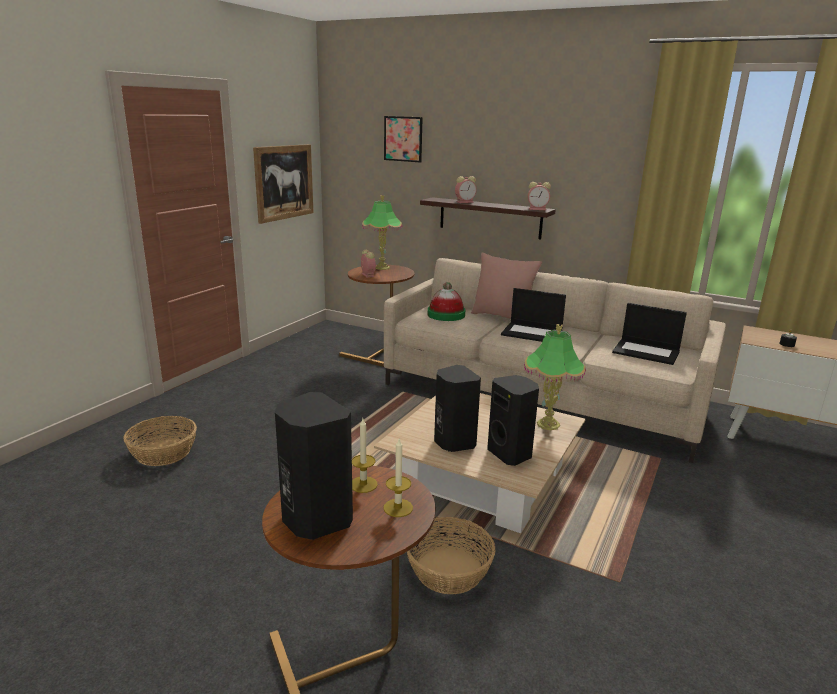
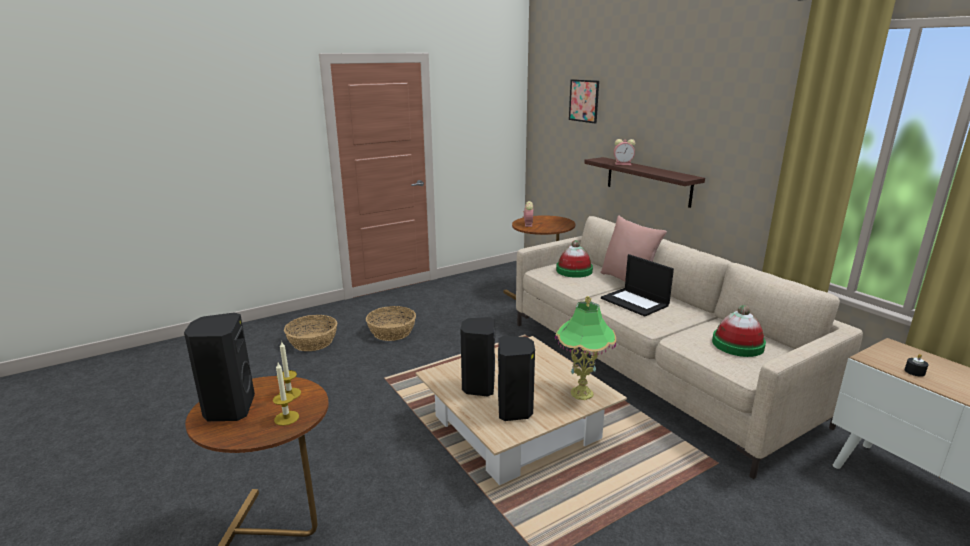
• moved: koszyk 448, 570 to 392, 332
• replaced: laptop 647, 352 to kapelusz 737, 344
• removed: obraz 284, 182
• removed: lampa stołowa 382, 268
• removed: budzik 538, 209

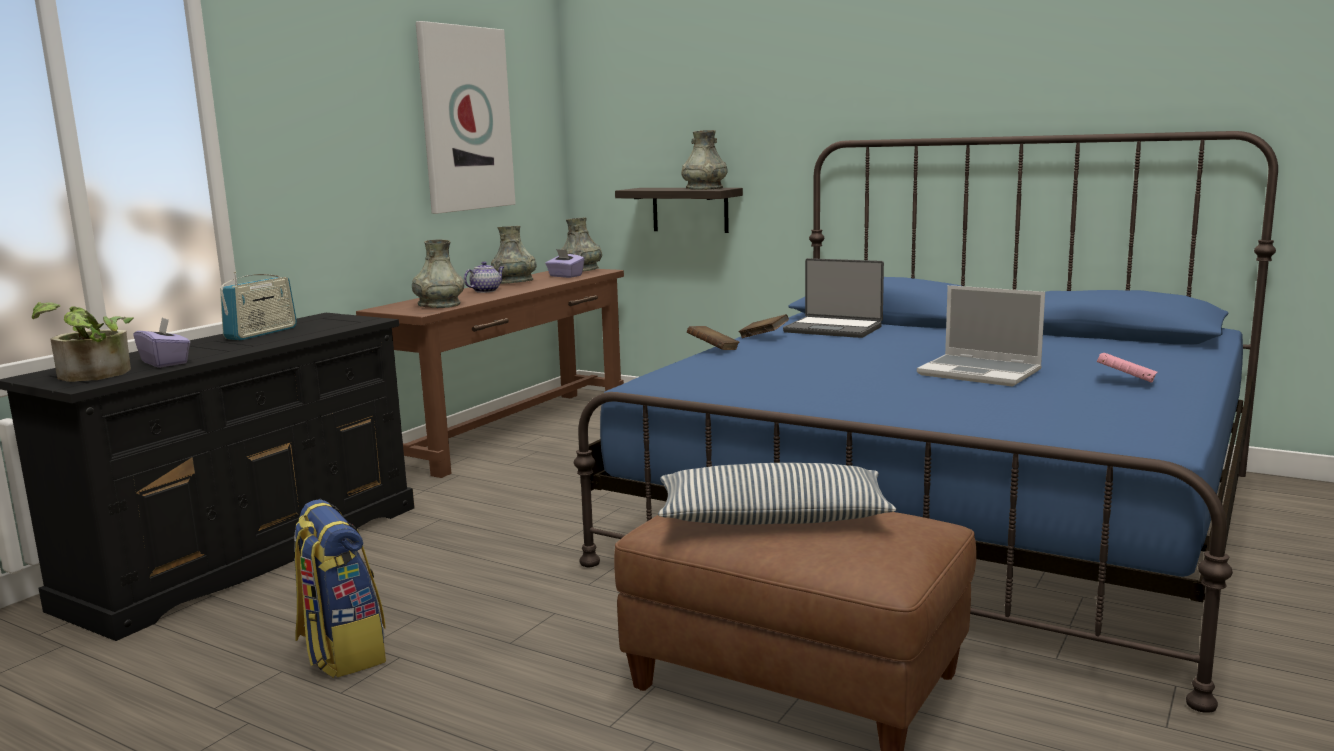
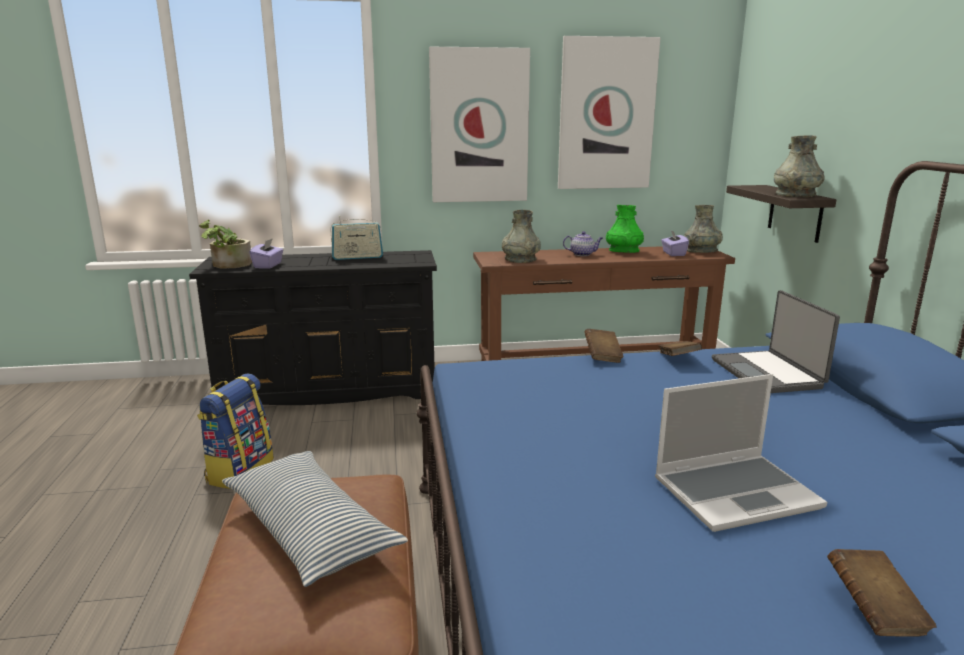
• added: obraz 479, 126
• recoloured: wazon [szary] 515, 282 to wazon [zielony] 624, 251
• turned: laptop 981, 373 = 736, 492 105 degrees counterclockwise
• recoloured: książka [różowy] 1125, 382 to książka [brązowy] 874, 610

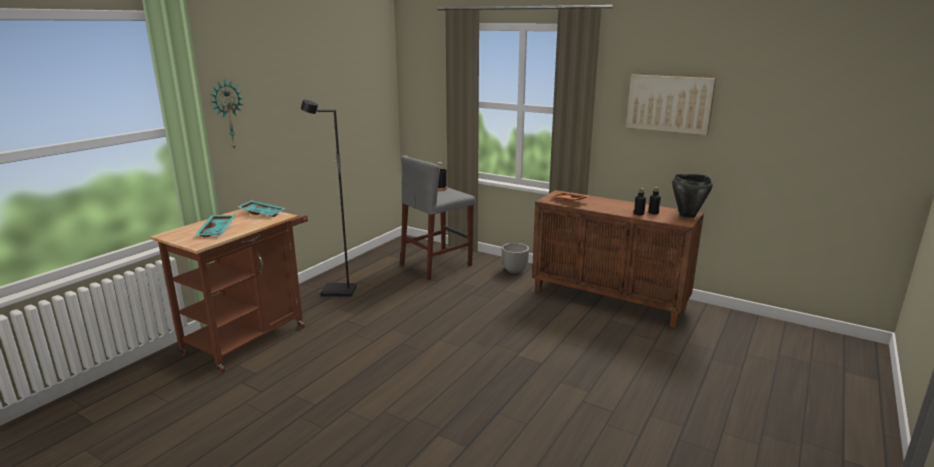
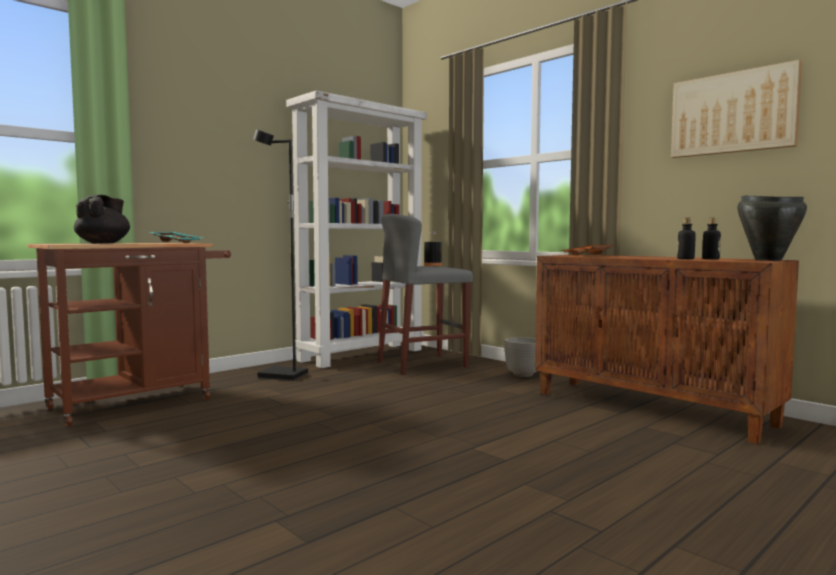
• replaced: taca [turkusowy] 218, 230 to imbryk [czarny] 103, 243
• added: regał [biały] 362, 355
• removed: zegar ścienny 227, 115

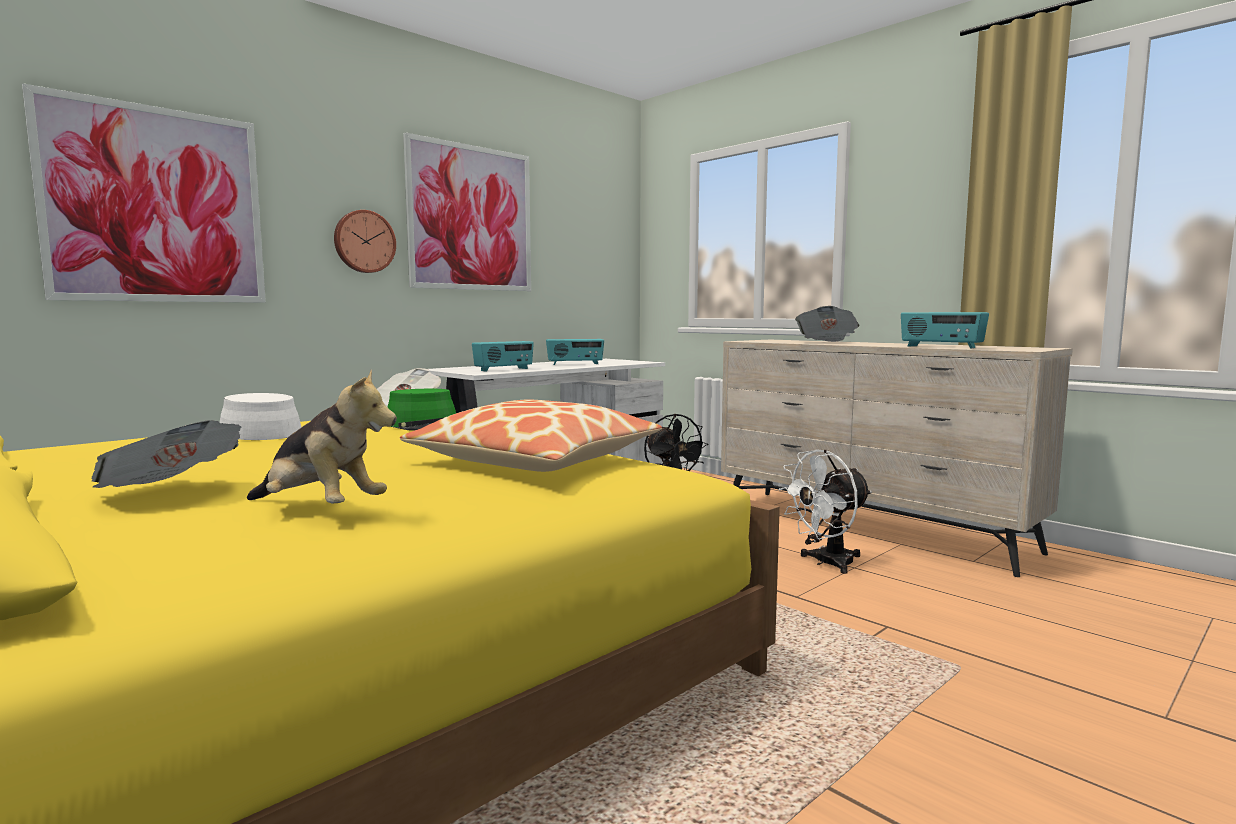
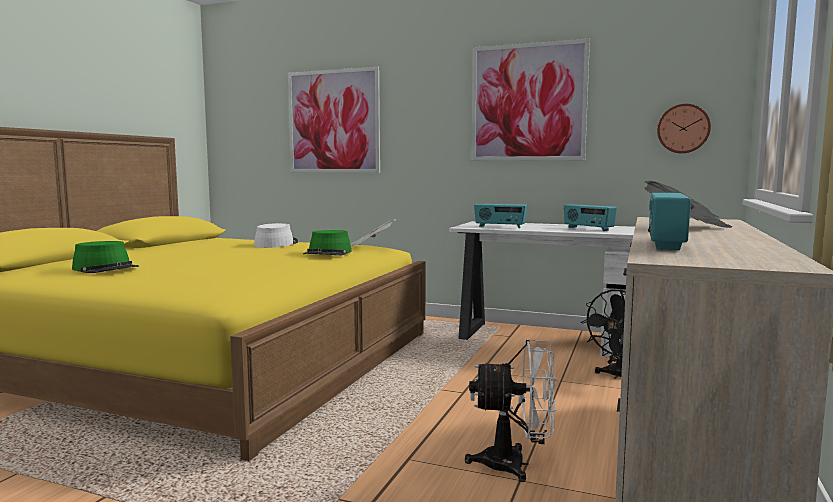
• replaced: pluszak 320, 509 to kapelusz [zielony] 106, 268
• turned: wentylator [biały] 826, 563 = 515, 464 150 degrees clockwise
• moved: zegar ścienny 364, 241 to 683, 128
• removed: gazeta 171, 492
• removed: poduszka 535, 461

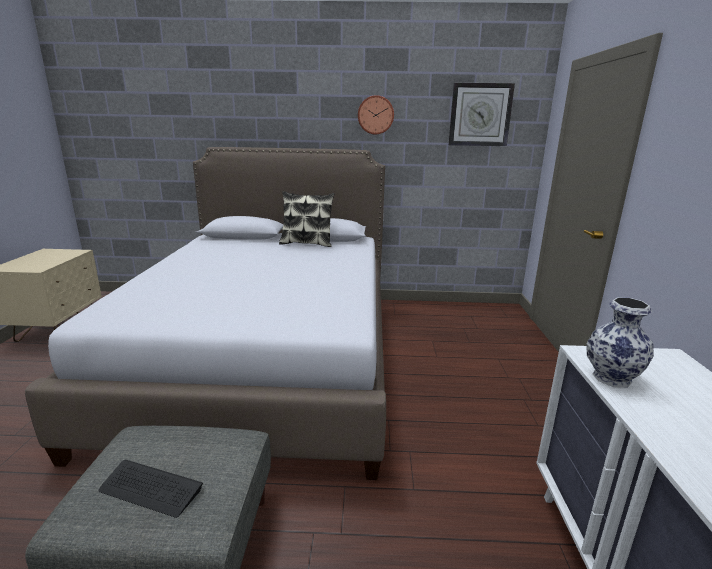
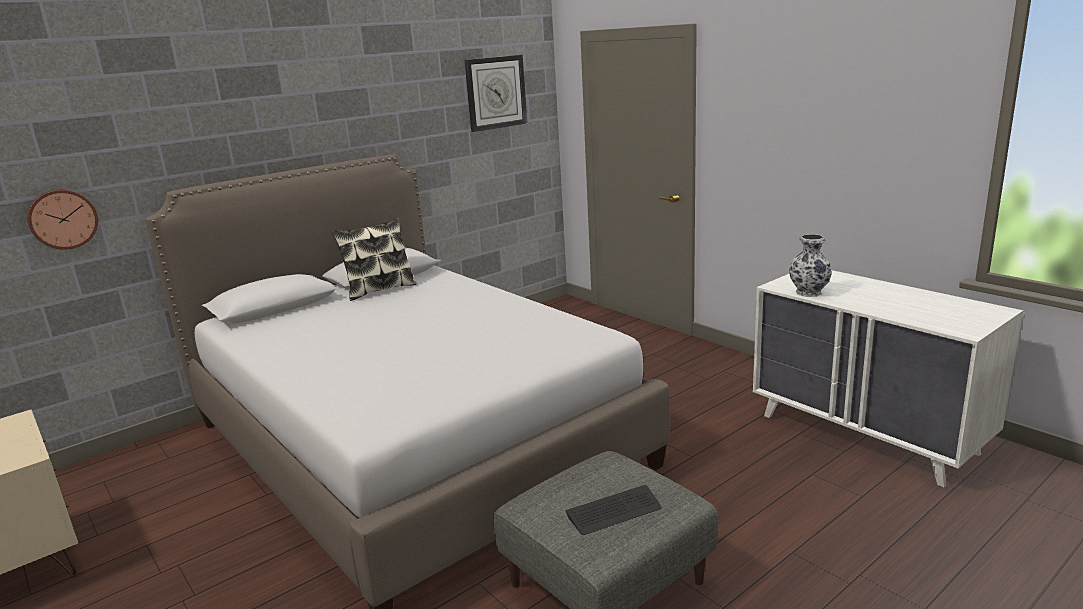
• moved: zegar ścienny 375, 115 to 62, 219

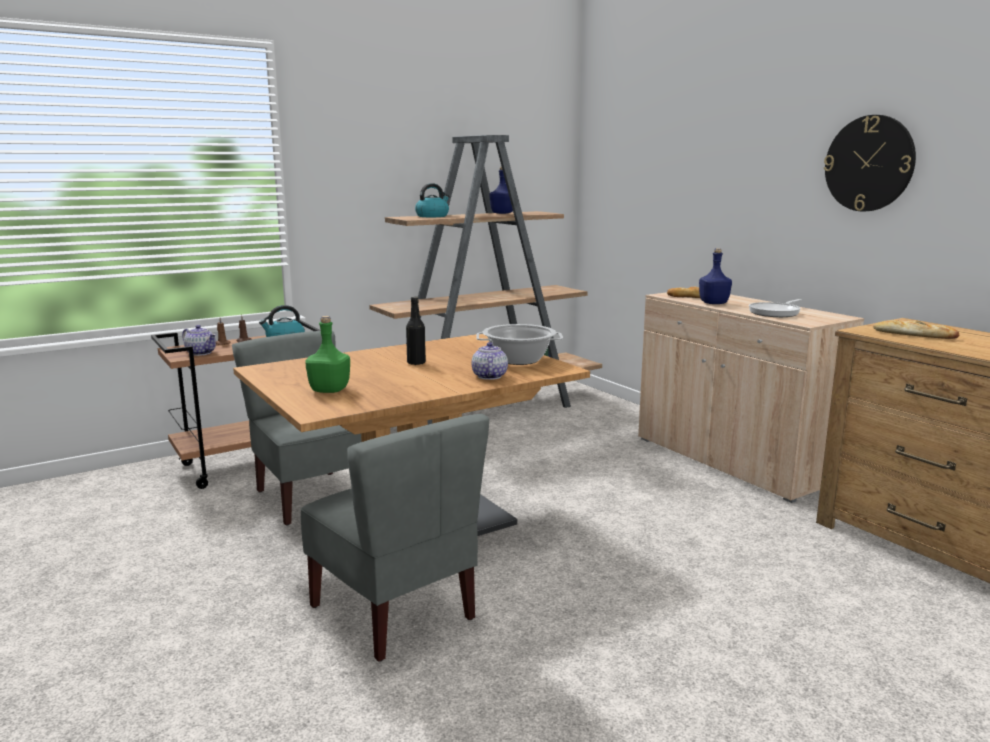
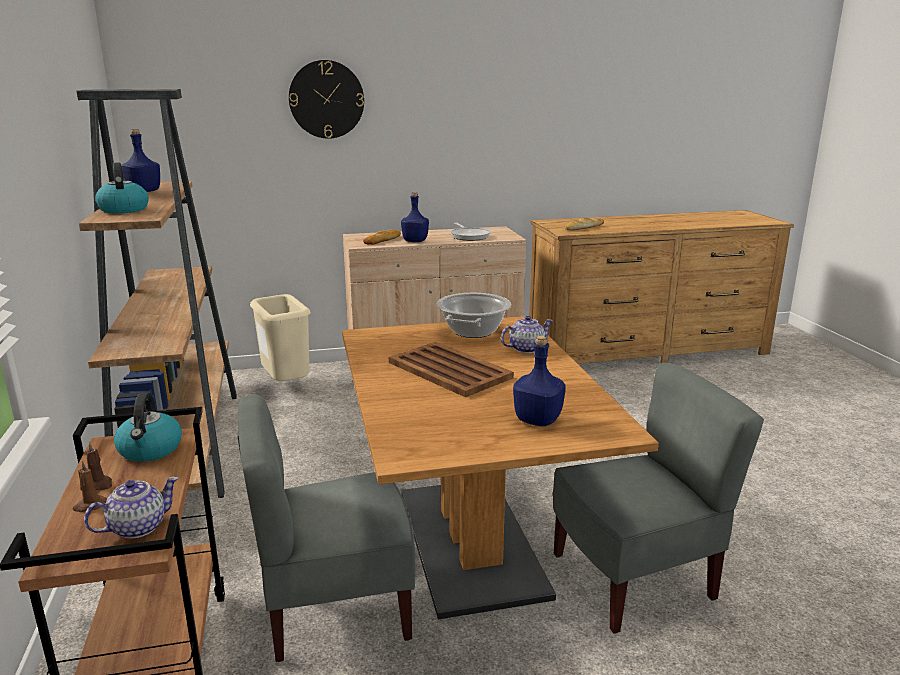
• added: kosz na śmieci [beżowy] 285, 386
• moved: zegar ścienny 869, 163 to 326, 99
• replaced: butelka [czarny] 416, 363 to taca [brązowy] 450, 370
• turned: imbryk 489, 376 = 525, 349 135 degrees clockwise
• recoloured: butelka [zielony] 330, 390 to butelka [niebieski] 538, 419

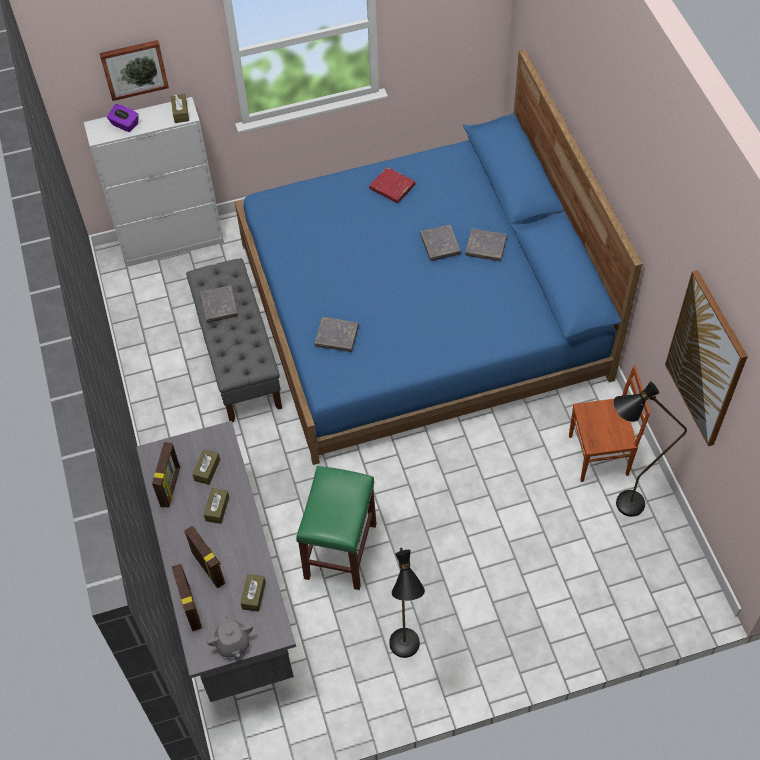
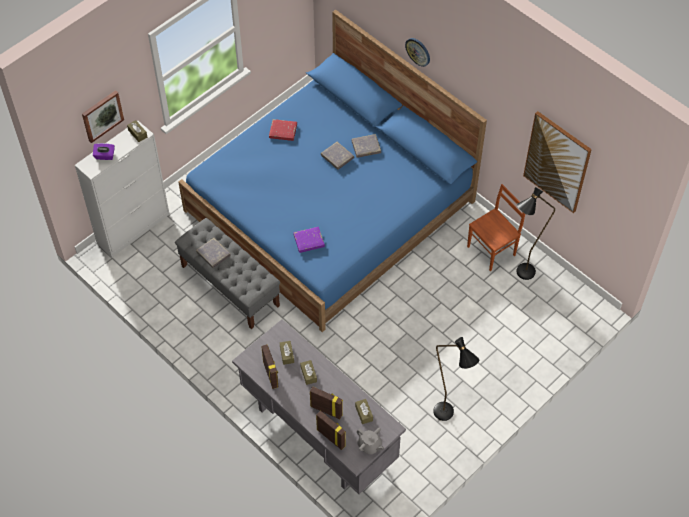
• recoloured: książka [szary] 336, 336 to książka [fioletowy] 309, 241
• added: zegar ścienny 418, 51
• removed: stołek [zielony] 341, 552

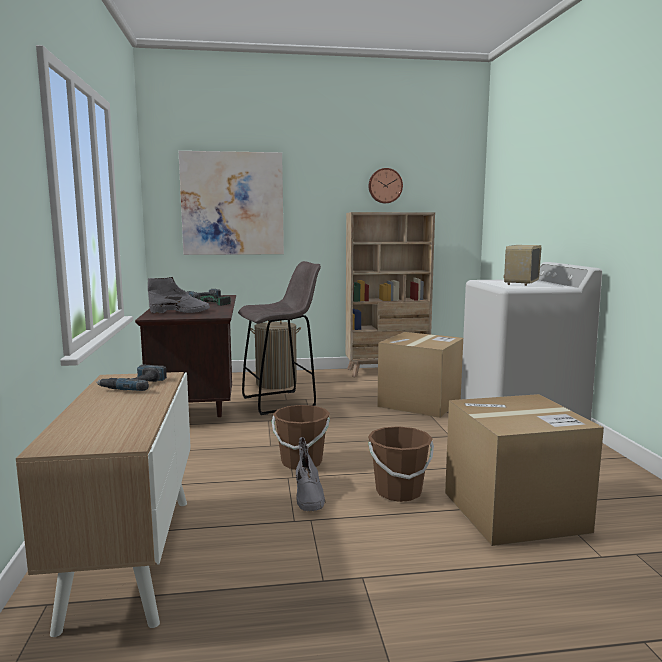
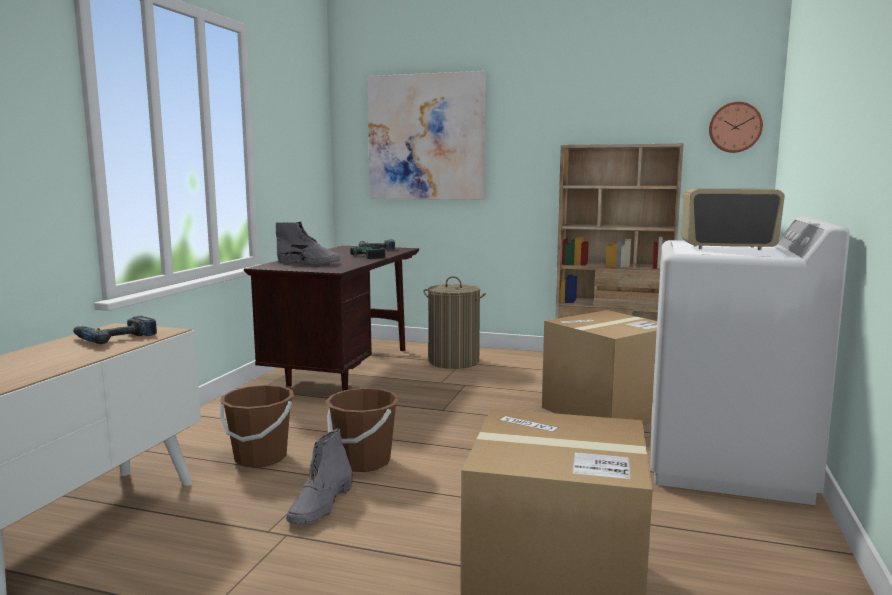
• moved: wiadro [brązowy] 398, 492 to 260, 457
• turned: radio 521, 283 = 727, 248 45 degrees clockwise
• moved: zegar ścienny 385, 185 to 735, 127
• removed: stołek [szary] 281, 402

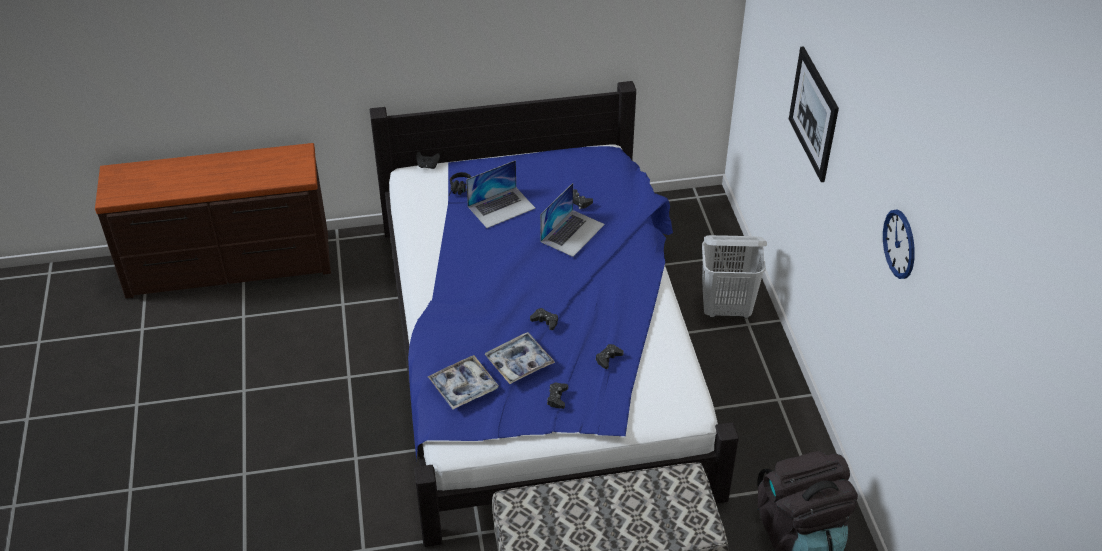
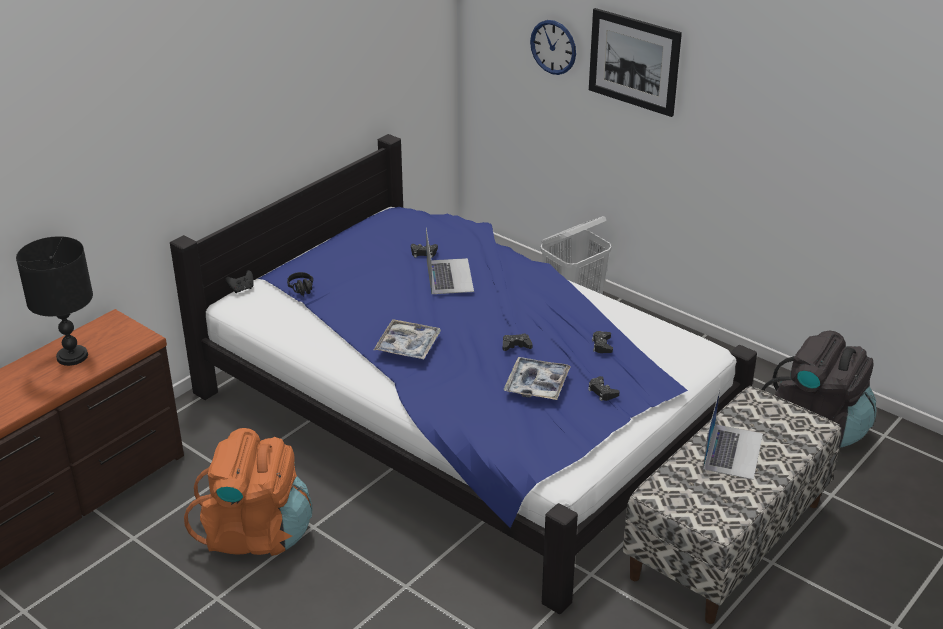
• added: lampa stołowa [czarny] 72, 356
• added: plecak [pomarańczowy] 256, 533
• moved: taca 463, 387 to 408, 345
• moved: zegar ścienny 899, 244 to 553, 47
• moved: laptop 501, 207 to 733, 451

